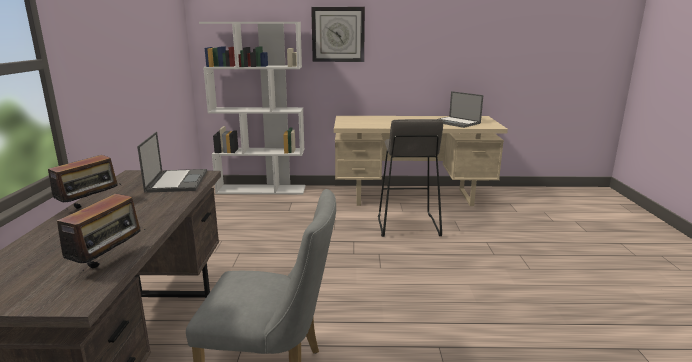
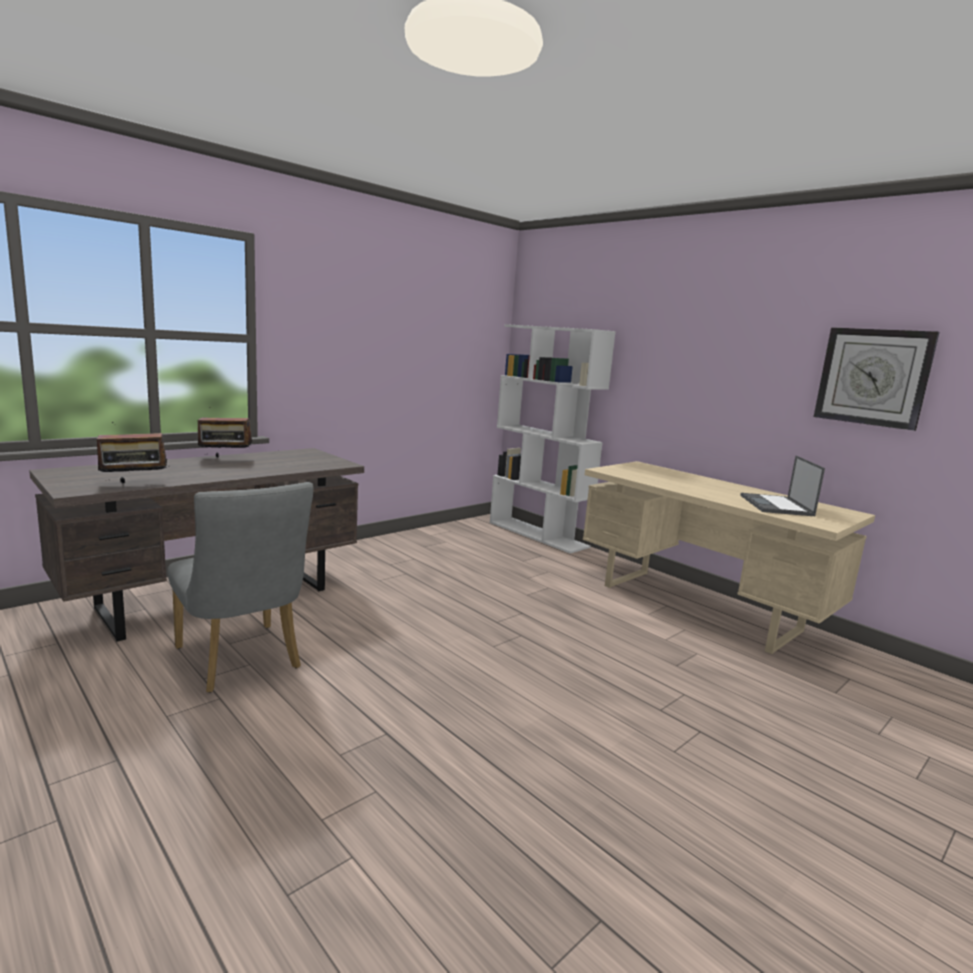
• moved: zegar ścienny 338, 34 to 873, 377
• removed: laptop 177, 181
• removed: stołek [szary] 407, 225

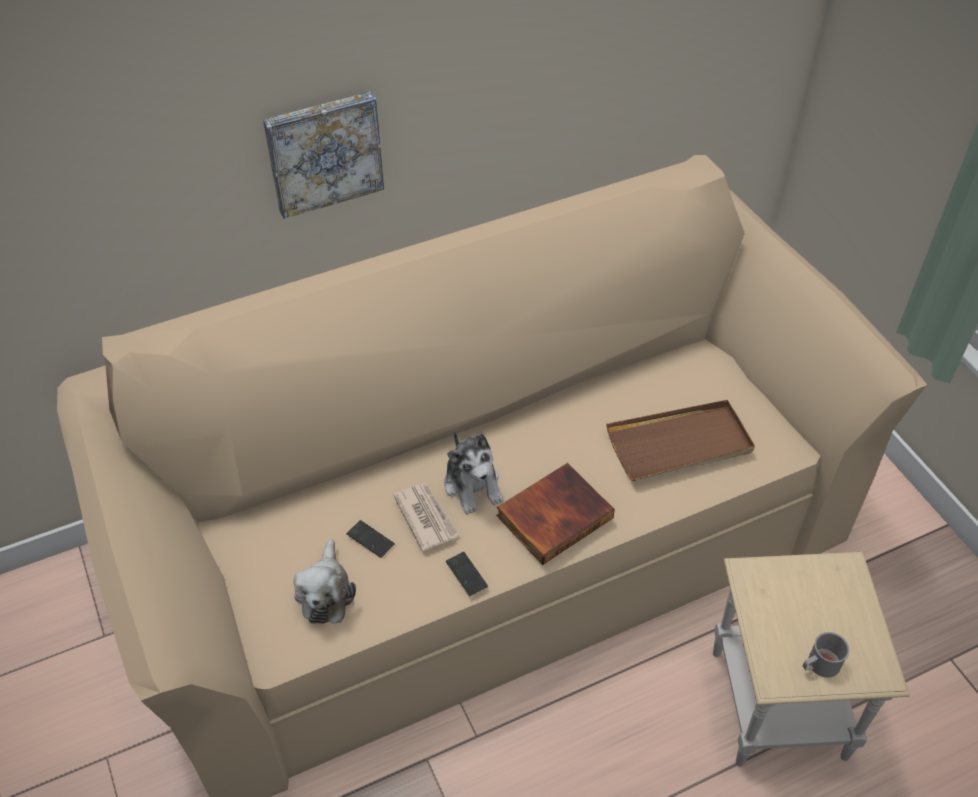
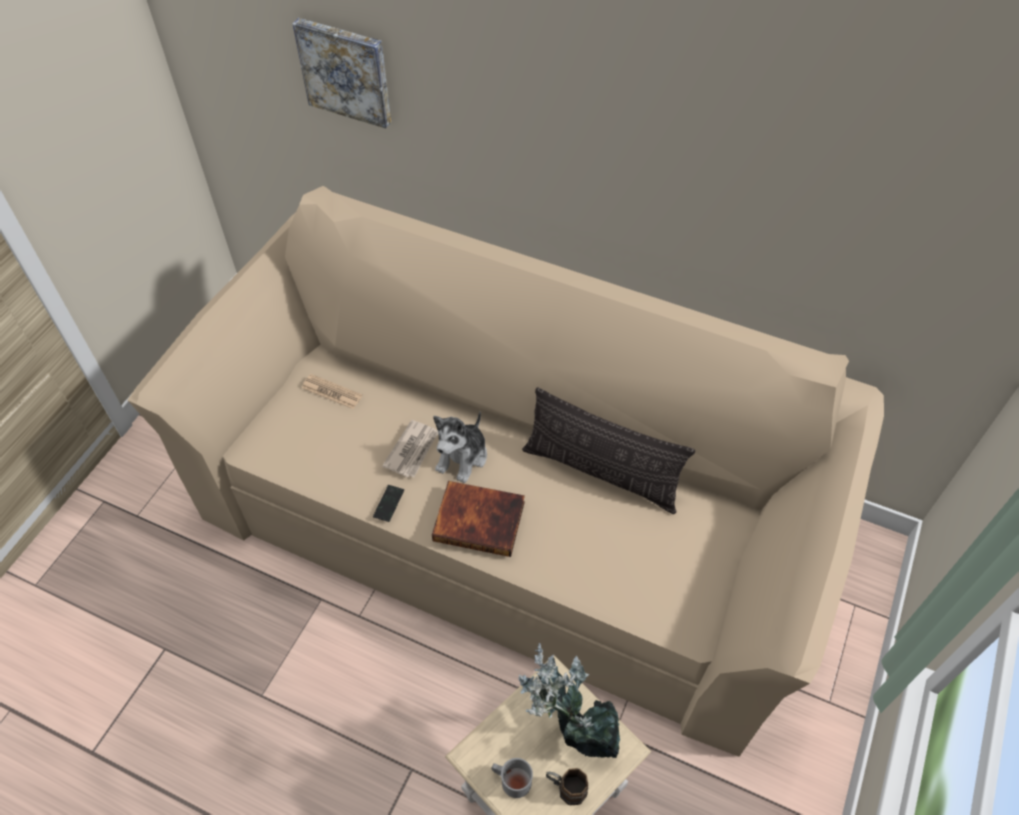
• moved: obraz 324, 152 to 346, 71
• added: gazeta 332, 392
• added: roślina doniczkowa 567, 725
• added: poduszka 601, 472
• added: kubek [brązowy] 566, 788
• removed: pluszak 326, 593
• removed: telefon 370, 539
• removed: taca [brązowy] 680, 444

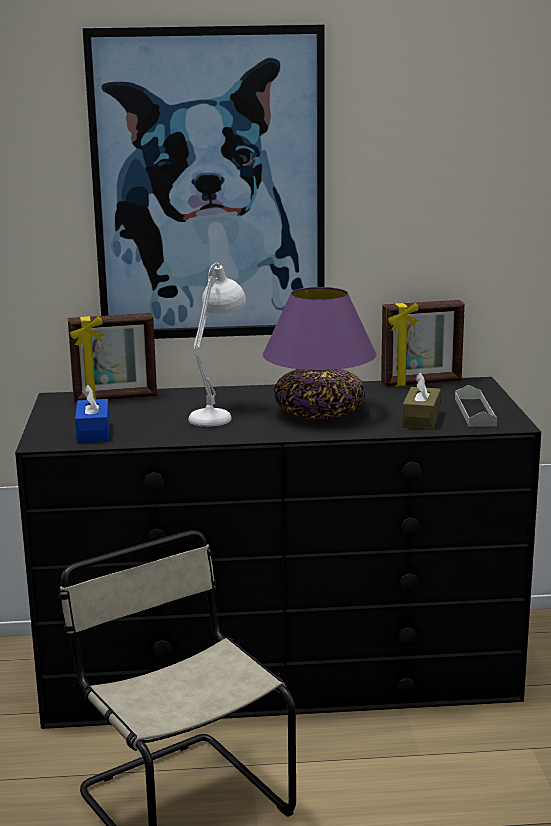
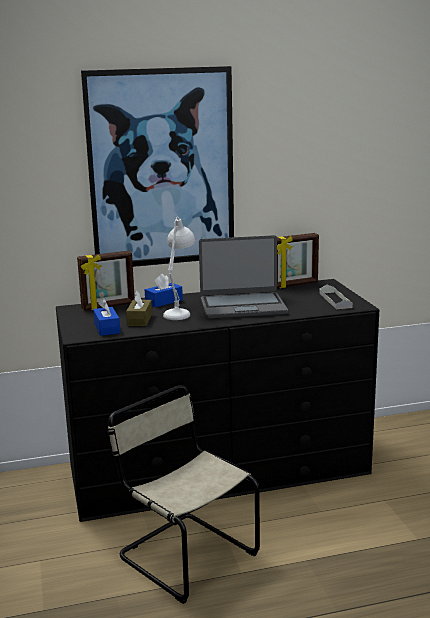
• moved: pudełko chusteczek [brązowy] 421, 419 to 139, 320
• added: pudełko chusteczek [niebieski] 164, 301
• replaced: lampa stołowa [fioletowy] 320, 412 to laptop 242, 307

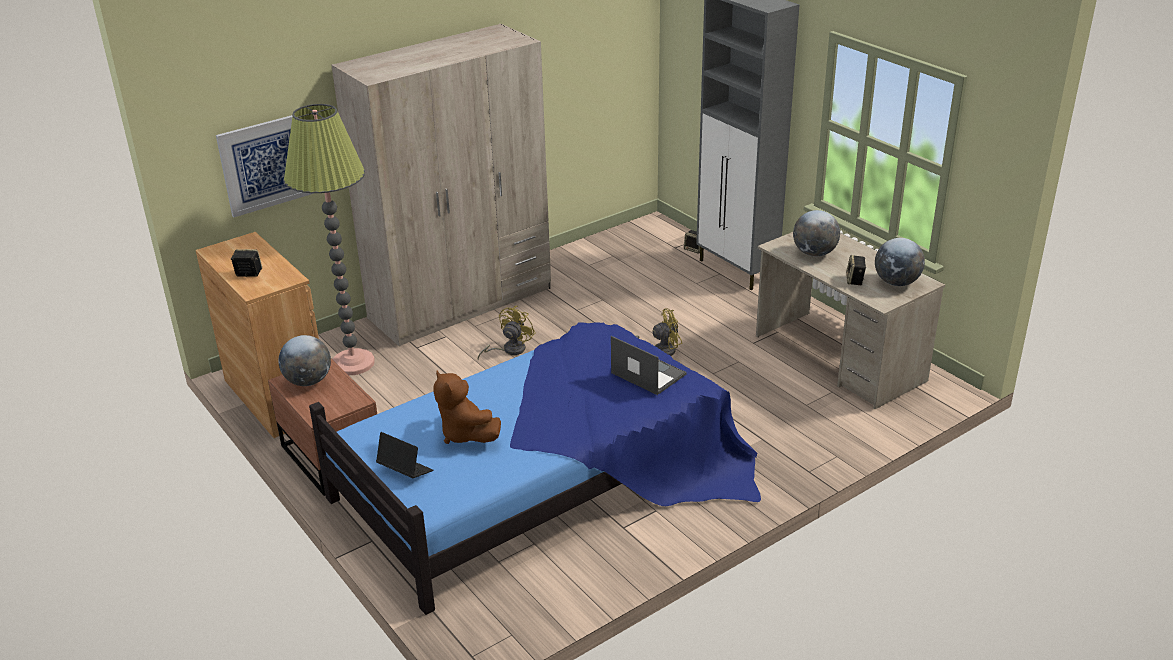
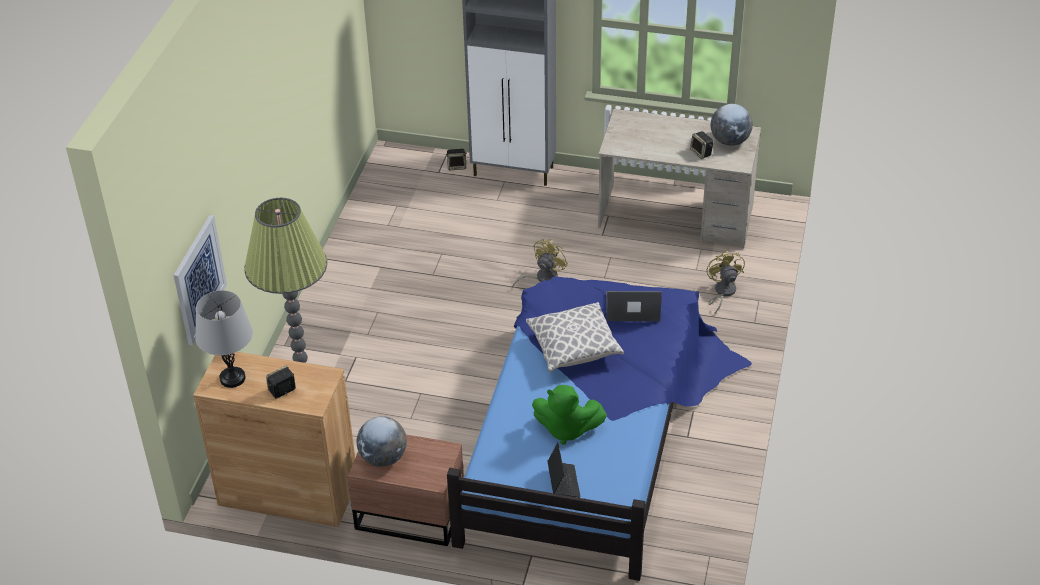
• added: lampa stołowa [szary] 232, 378
• added: poduszka 574, 348
• recoloured: pluszak [brązowy] 465, 434 to pluszak [zielony] 566, 429
• turned: laptop 405, 470 = 563, 482 90 degrees clockwise
• moved: wentylator [żółty] 509, 350 to 722, 292
• removed: szafa [beżowy] 461, 303
• removed: globus 814, 253

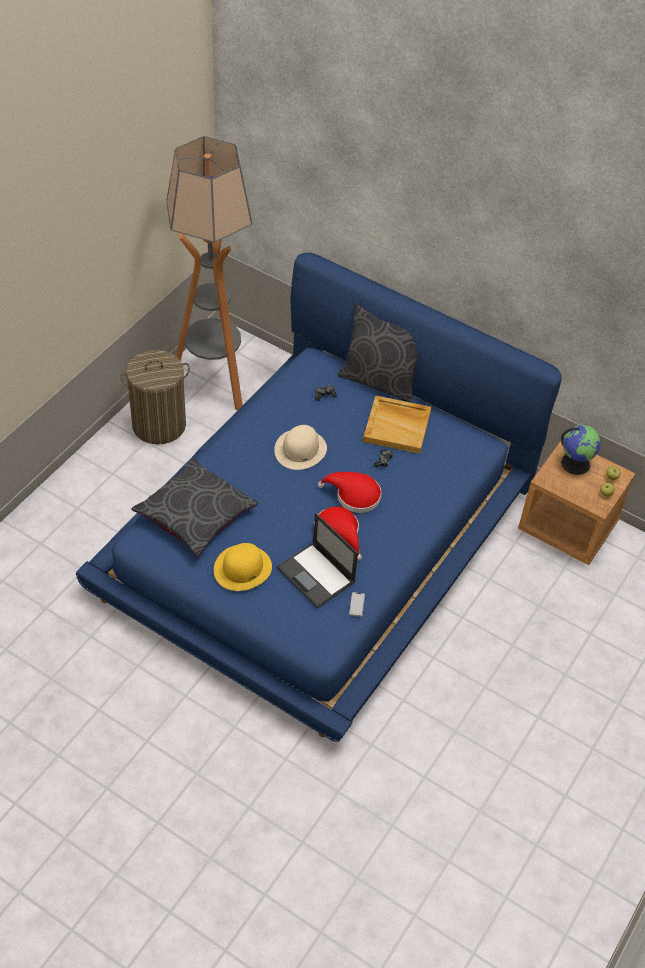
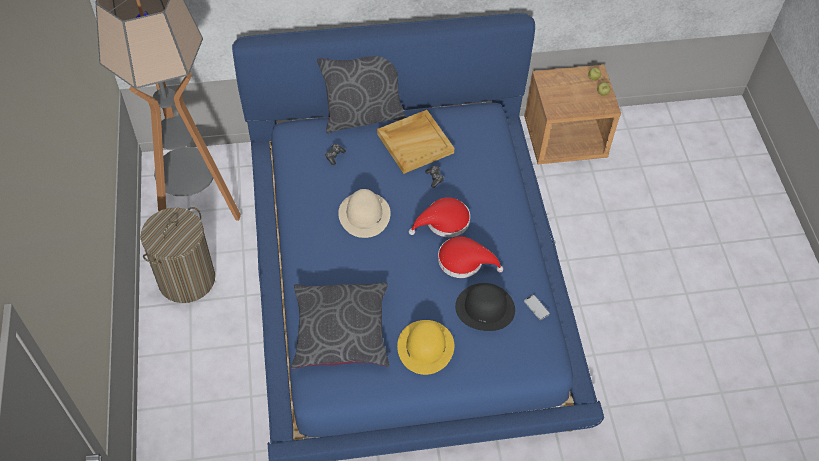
• replaced: laptop 316, 575 to kapelusz [czarny] 485, 308
• removed: globus 575, 463

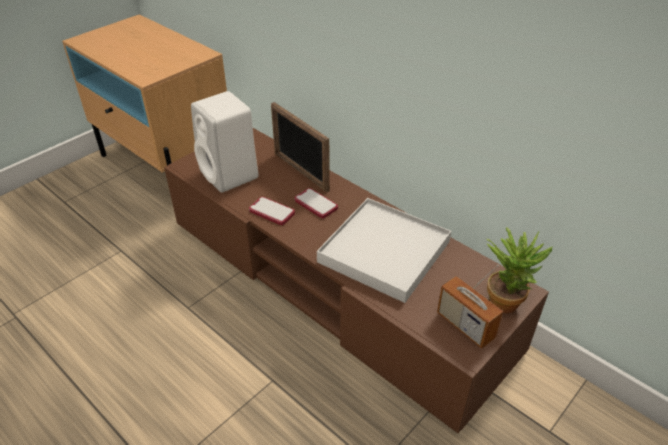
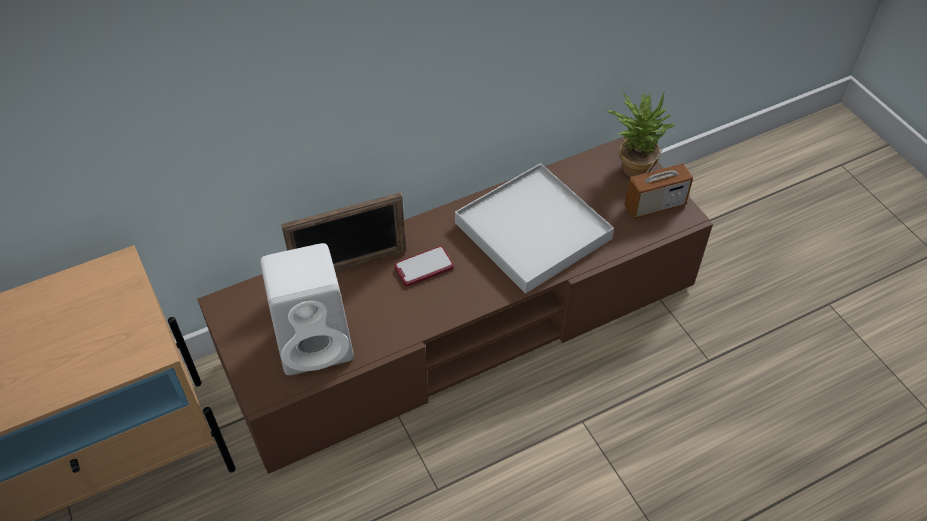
• removed: telefon 272, 212

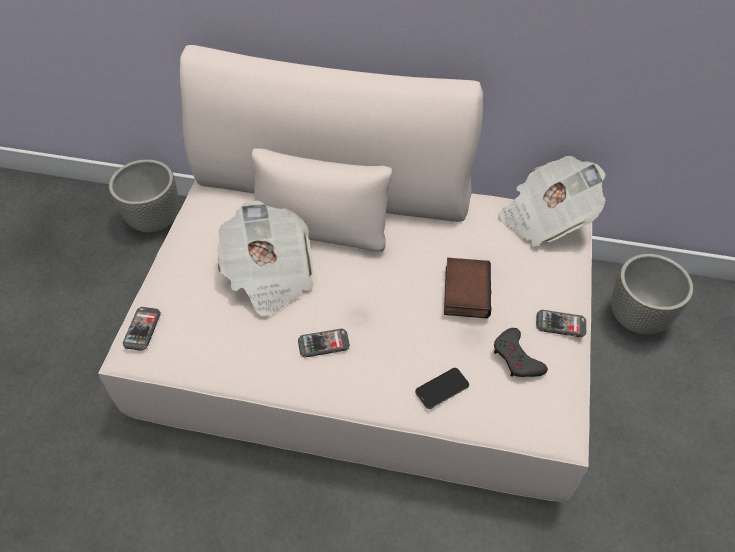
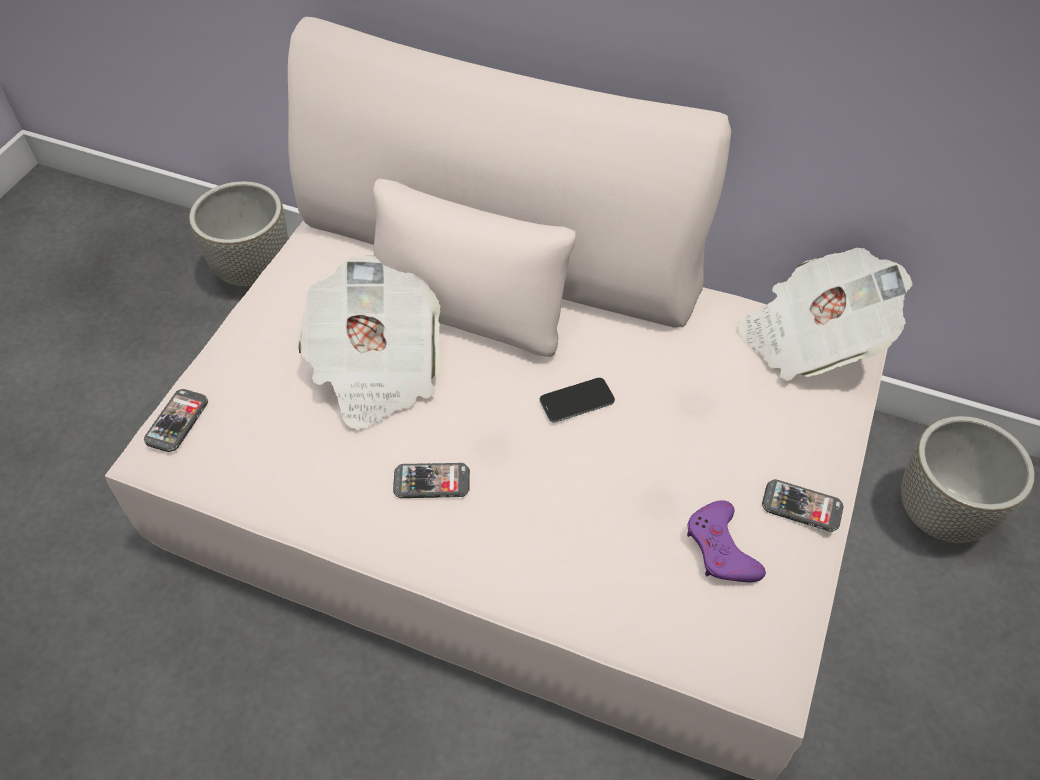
• moved: telefon 442, 388 to 576, 401
• recoloured: pad do gier [szary] 517, 358 to pad do gier [fioletowy] 721, 549
• removed: książka 464, 291

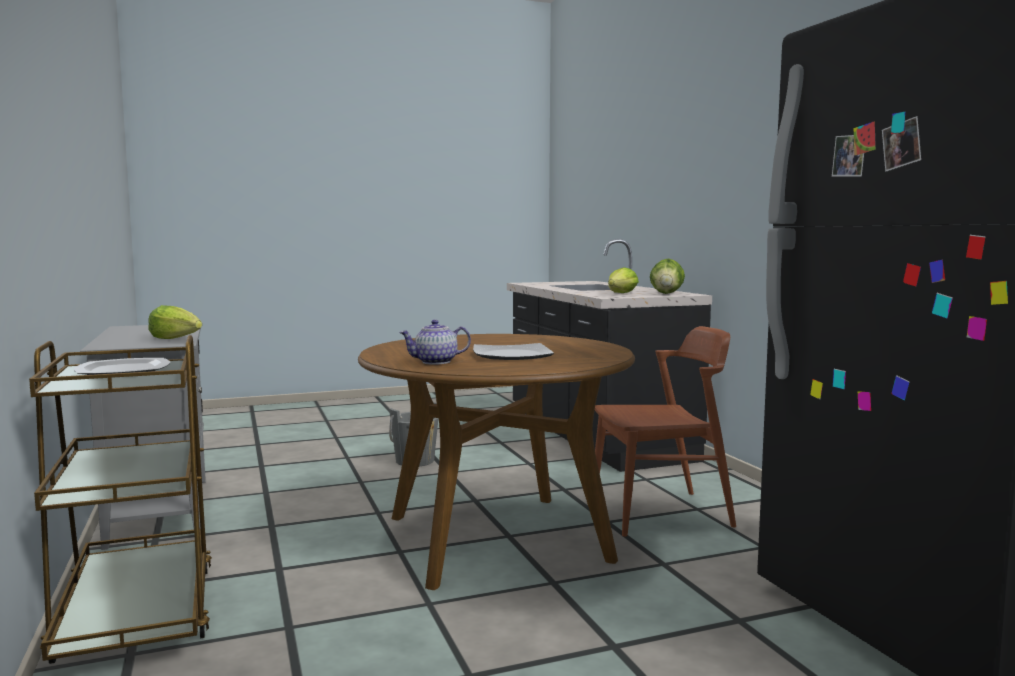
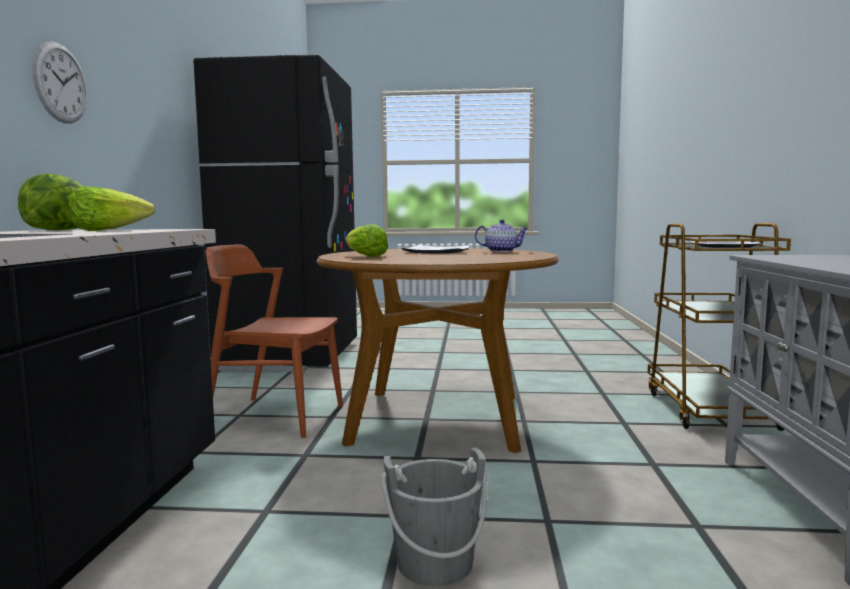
• added: zegar ścienny 60, 83
• moved: sałata 177, 339 to 364, 256

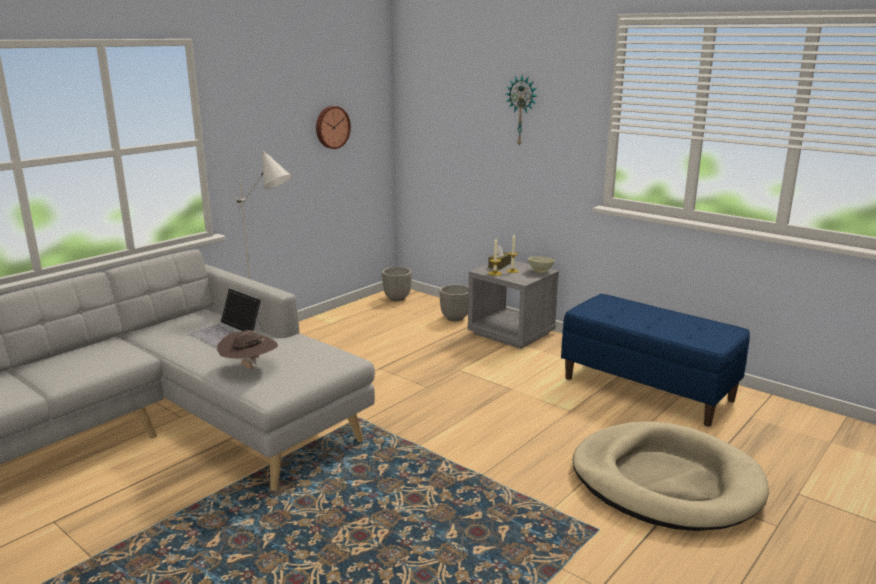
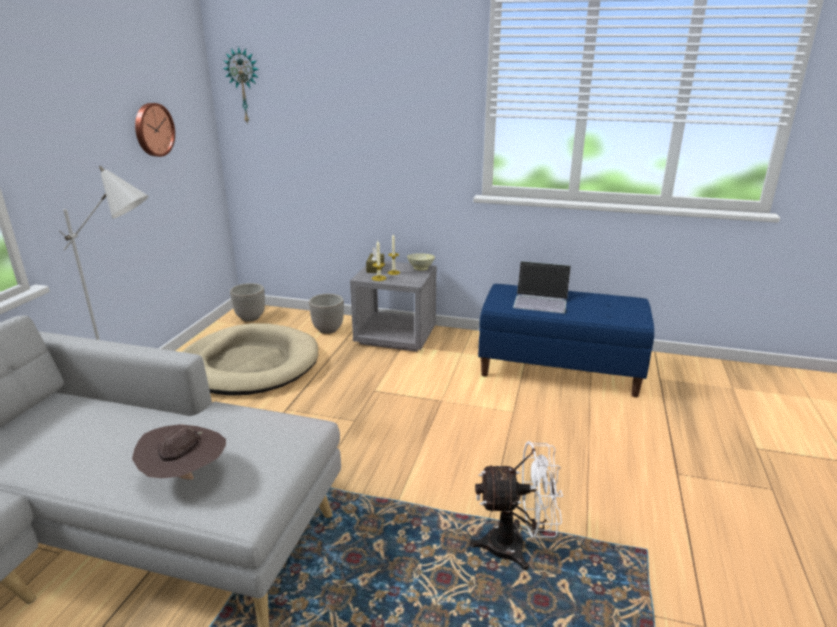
• moved: legowisko [beżowy] 665, 481 to 249, 365
• moved: zegar ścienny 522, 110 to 244, 86
• added: wentylator [biały] 516, 546
• moved: laptop 227, 332 to 541, 300

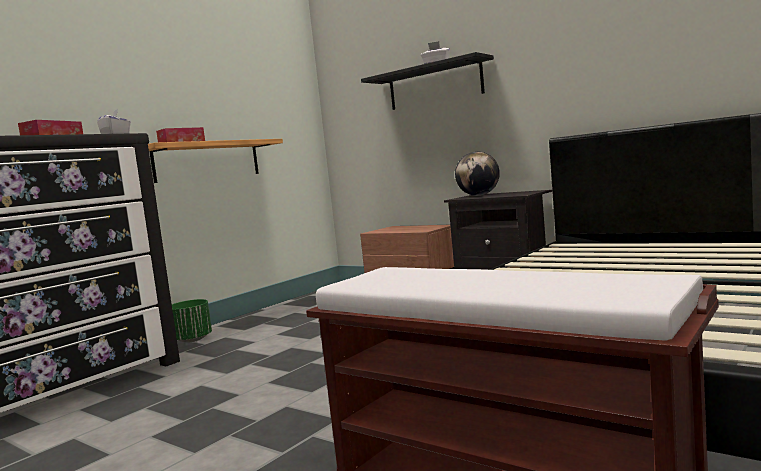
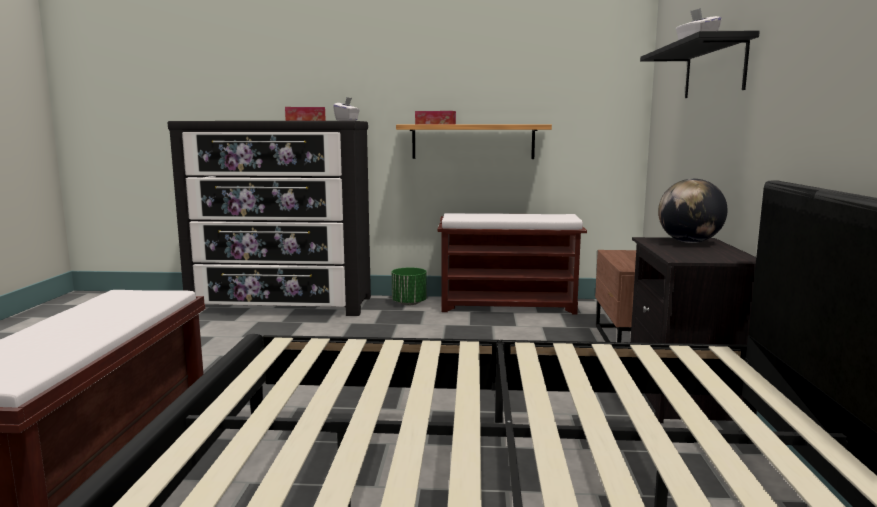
• added: ławka [brązowy] 509, 306

